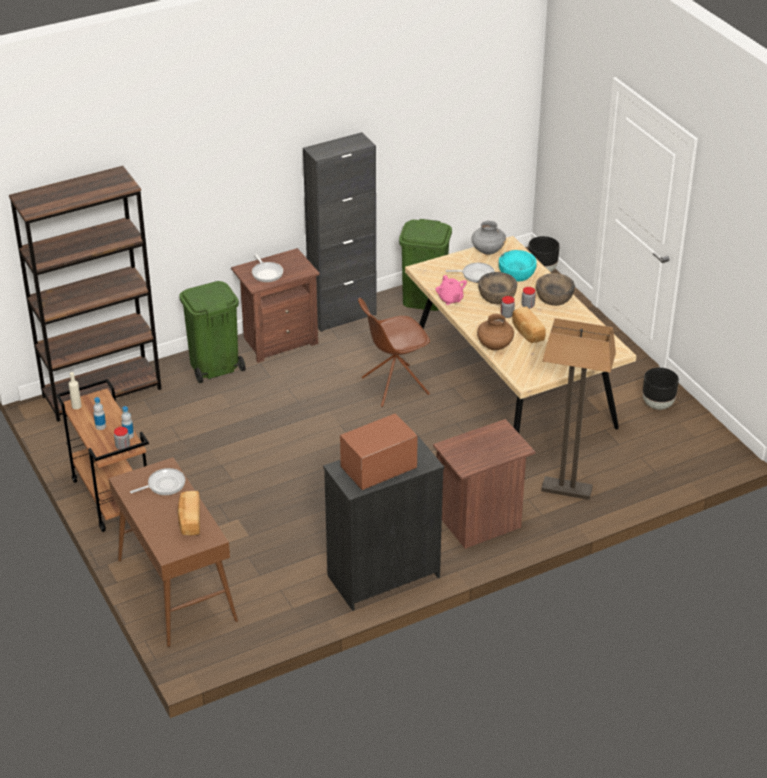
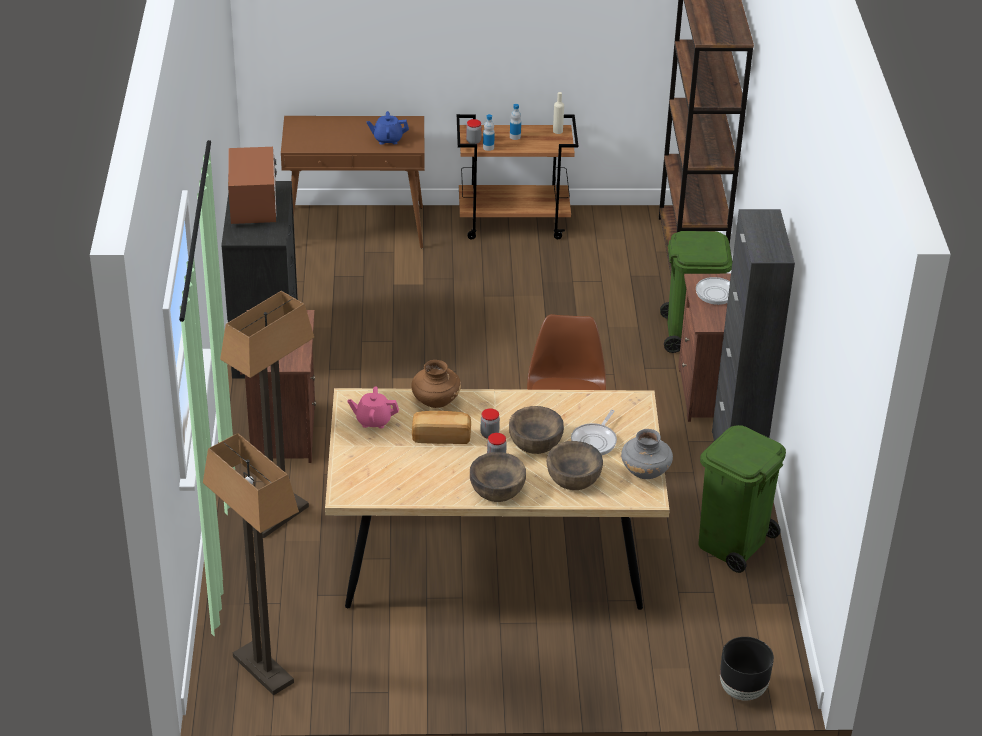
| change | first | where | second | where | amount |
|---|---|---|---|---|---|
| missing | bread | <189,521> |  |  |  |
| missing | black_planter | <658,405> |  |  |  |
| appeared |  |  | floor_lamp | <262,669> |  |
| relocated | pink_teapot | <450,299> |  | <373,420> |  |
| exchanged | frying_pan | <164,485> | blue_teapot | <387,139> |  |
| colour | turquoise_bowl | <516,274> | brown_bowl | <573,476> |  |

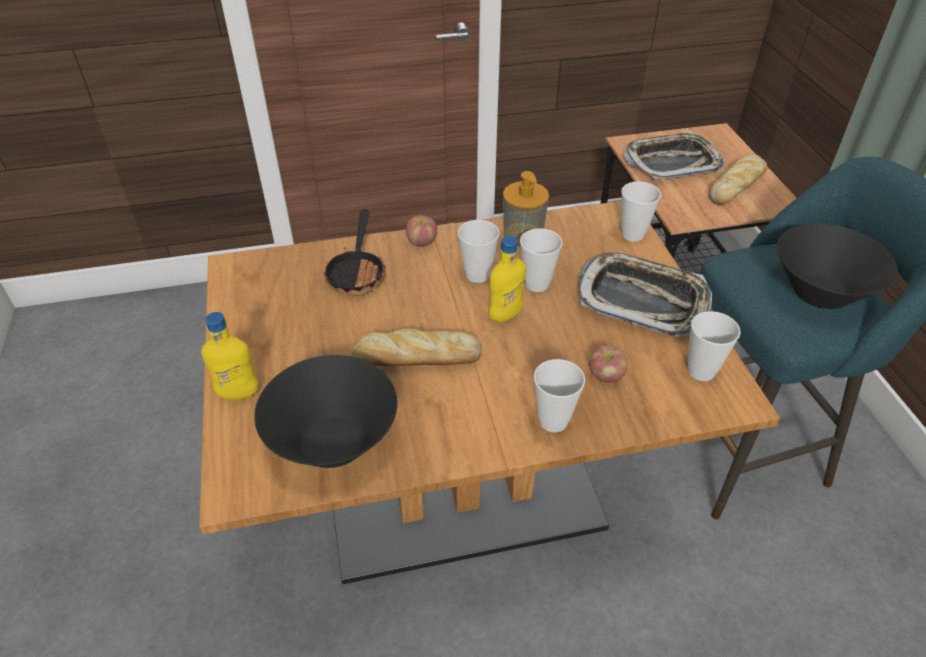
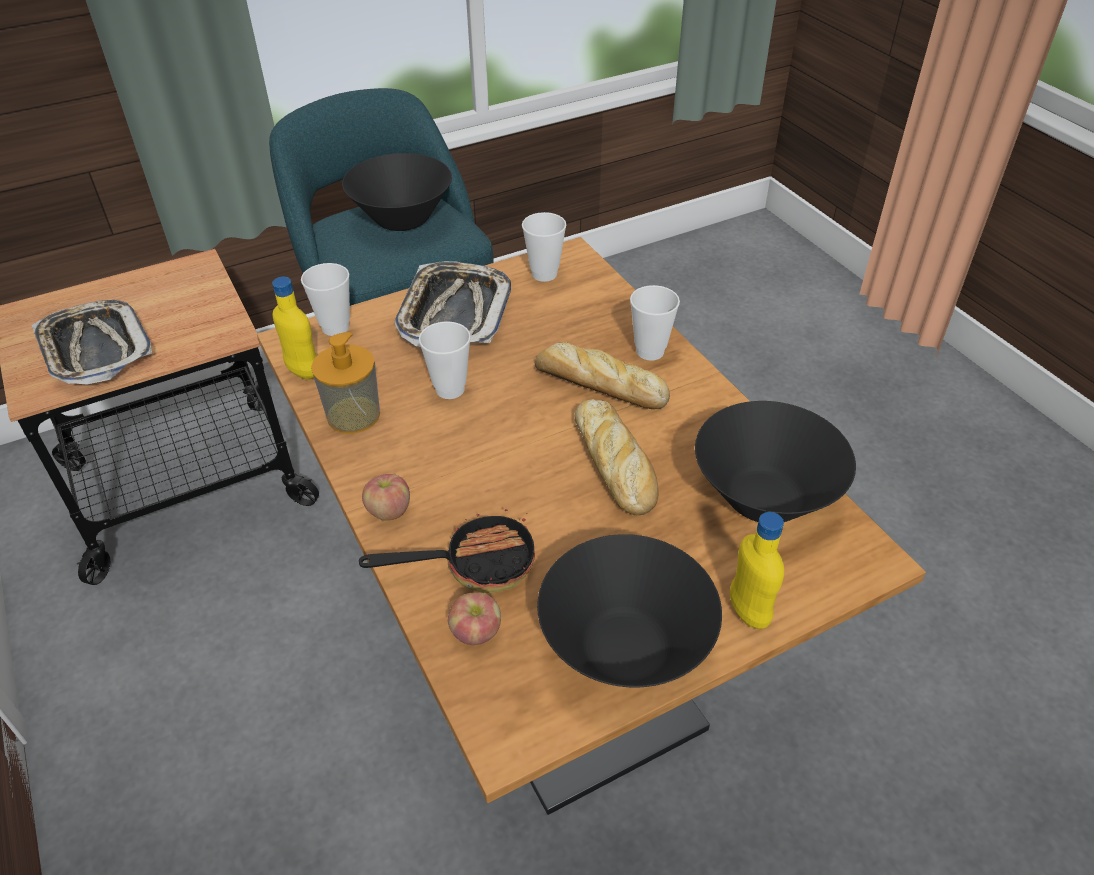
| change | first | where | second | where | amount |
|---|---|---|---|---|---|
| missing | cup | <477,275> |  |  |  |
| appeared |  |  | black_bowl | <625,648> |  |
| relocated | yellow_bottle | <505,315> |  | <303,371> |  |
| relocated | apple | <606,376> |  | <476,632> |  |
| relocated | bread | <737,185> |  | <597,385> |  |

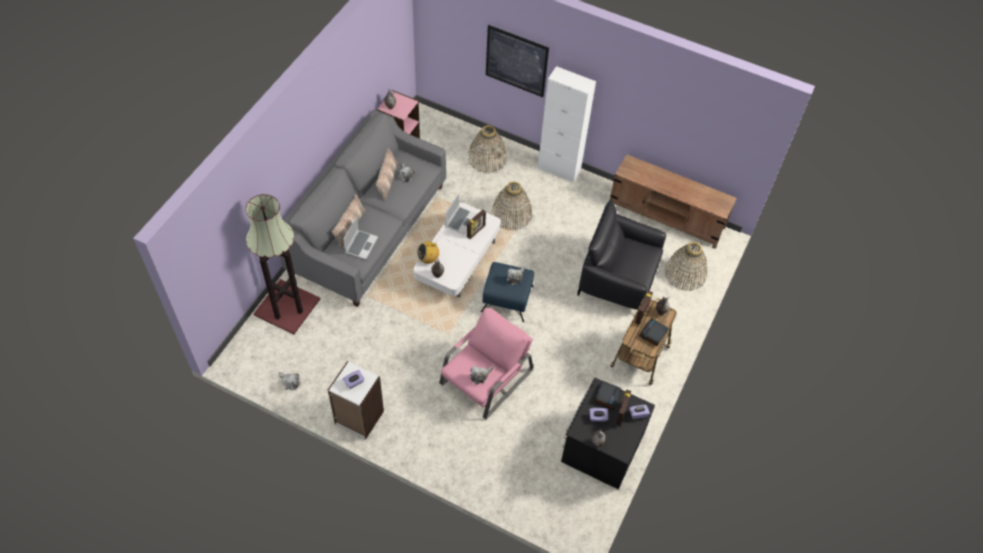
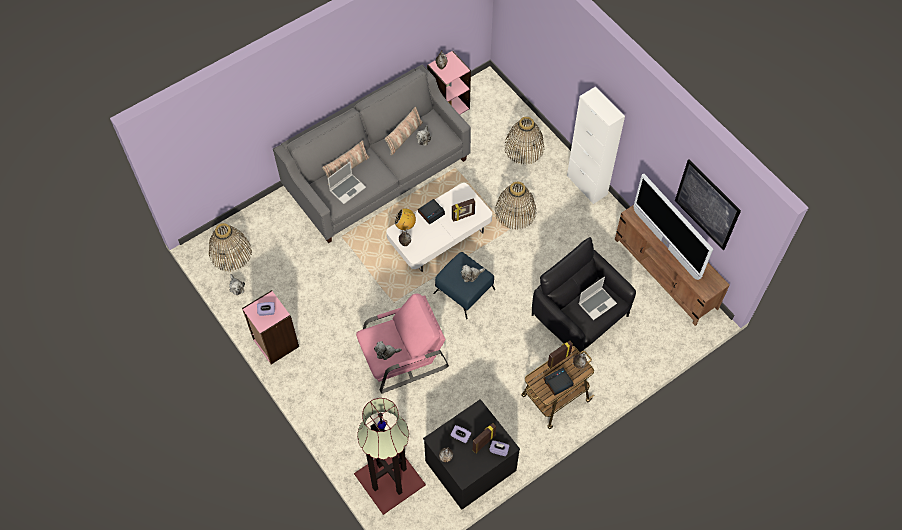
| change | first | where | second | where | amount |
|---|---|---|---|---|---|
| appeared |  |  | television | <665,244> |  |
| relocated | floor_lamp | <287,306> |  | <390,478> |  |
| relocated | laptop | <461,220> |  | <597,303> |  |
| relocated | picture | <516,61> |  | <707,204> |  |
| relocated | alarm_clock | <607,396> |  | <431,213> |  |
| relocated | basket | <685,273> |  | <230,253> |  |
| colour | white_bookcase | <359,418> | pink_bookcase | <275,343> |  |

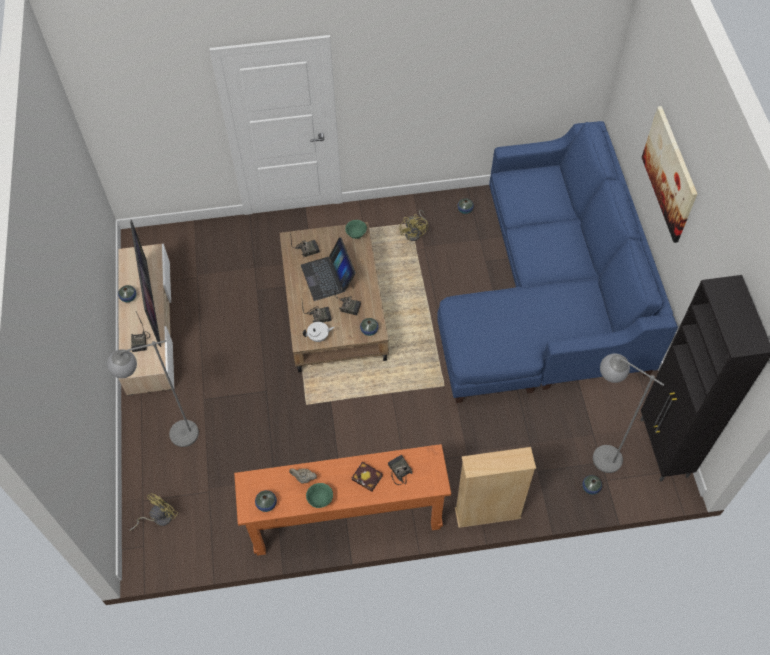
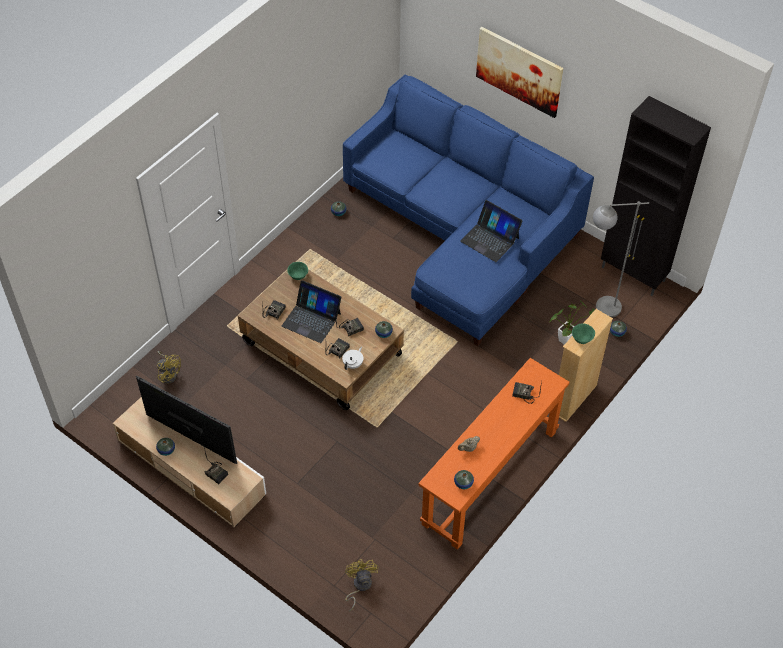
| change | first | where | second | where | amount |
|---|---|---|---|---|---|
| missing | grey_floor_lamp | <173,436> |  |  |  |
| missing | book | <368,478> |  |  |  |
| appeared |  |  | laptop | <490,239> |  |
| appeared |  |  | potted_plant | <567,339> |  |
| relocated | green_bowl | <320,500> |  | <582,339> |  |
| relocated | yellow_fan | <415,233> |  | <169,373> |  |

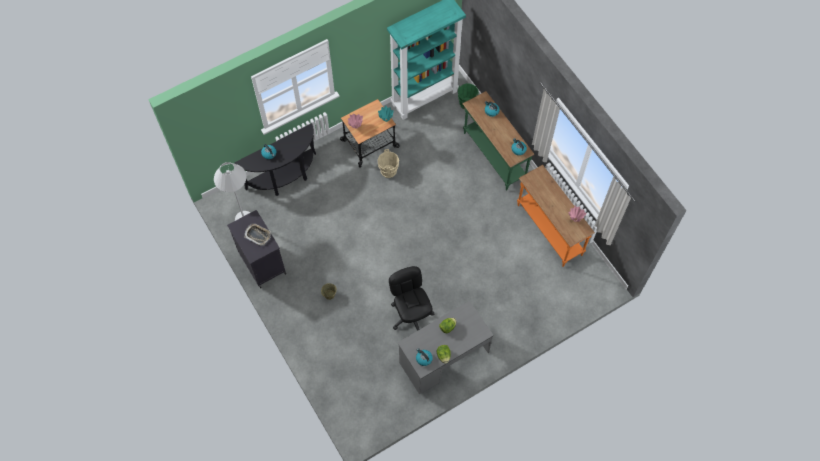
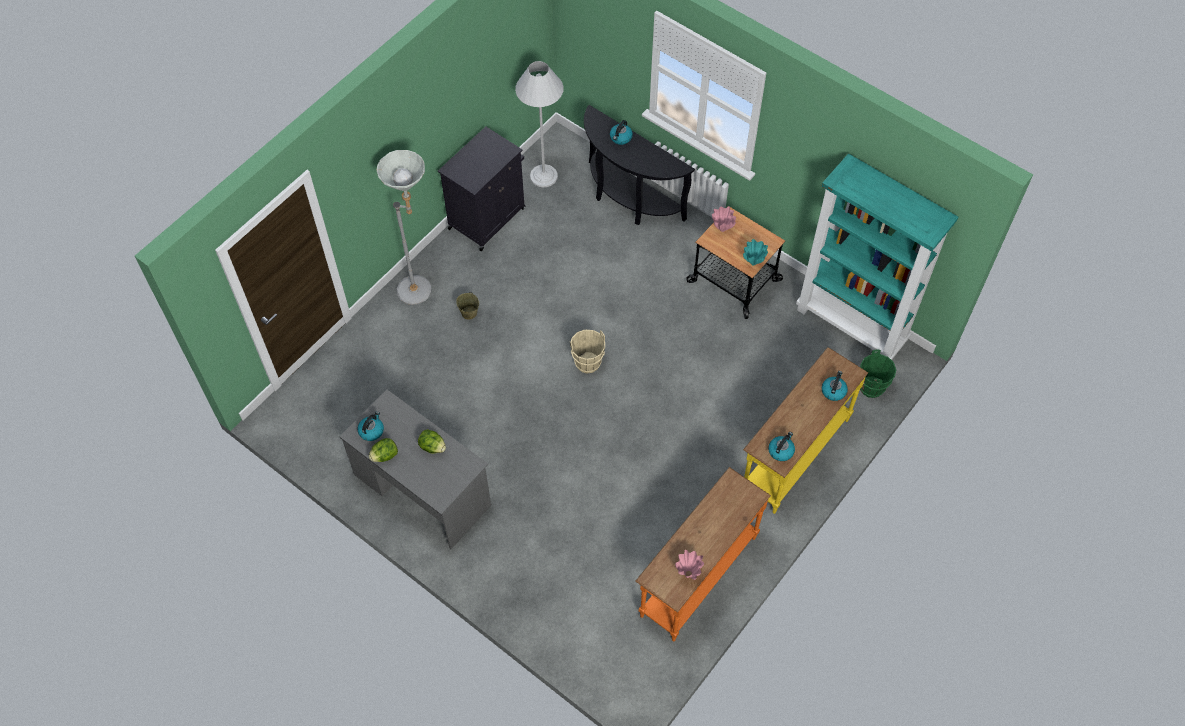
| change | first | where | second | where | amount |
|---|---|---|---|---|---|
| missing | tray | <258,235> |  |  |  |
| missing | black_office_chair | <411,315> |  |  |  |
| appeared |  |  | grey_floor_lamp | <422,291> |  |
| relocated | beige_bucket | <388,171> |  | <588,363> |  |
| colour | green_console_table | <493,156> | yellow_console_table | <794,454> |  |

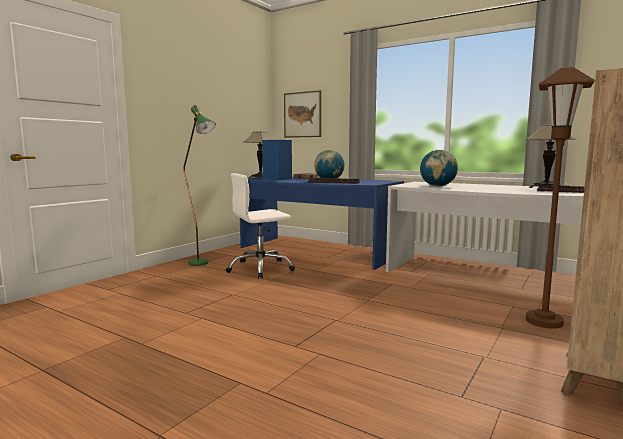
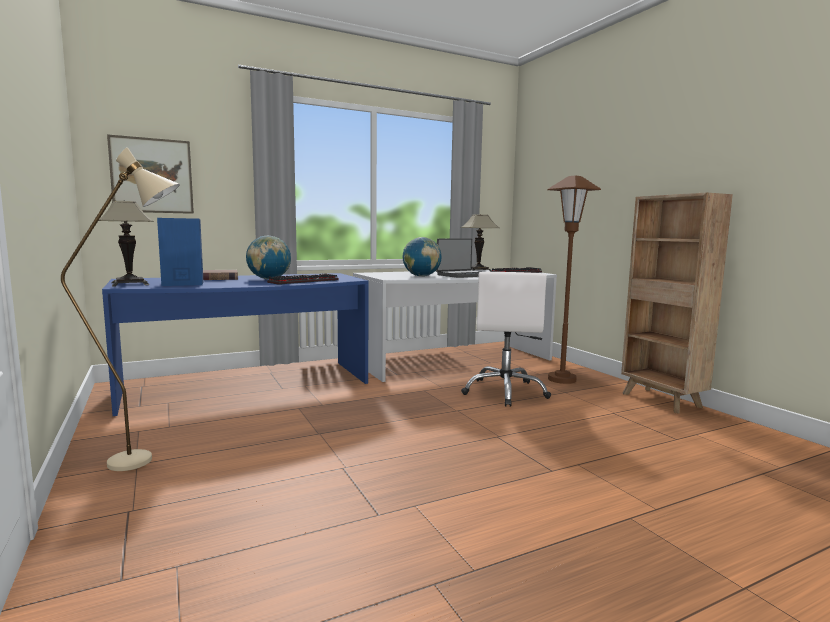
| change | first | where | second | where | amount |
|---|---|---|---|---|---|
| appeared |  |  | laptop | <463,275> |  |
| relocated | white_office_chair | <260,268> |  | <505,392> |  |
| colour | green_floor_lamp | <202,264> | beige_floor_lamp | <147,460> |  |

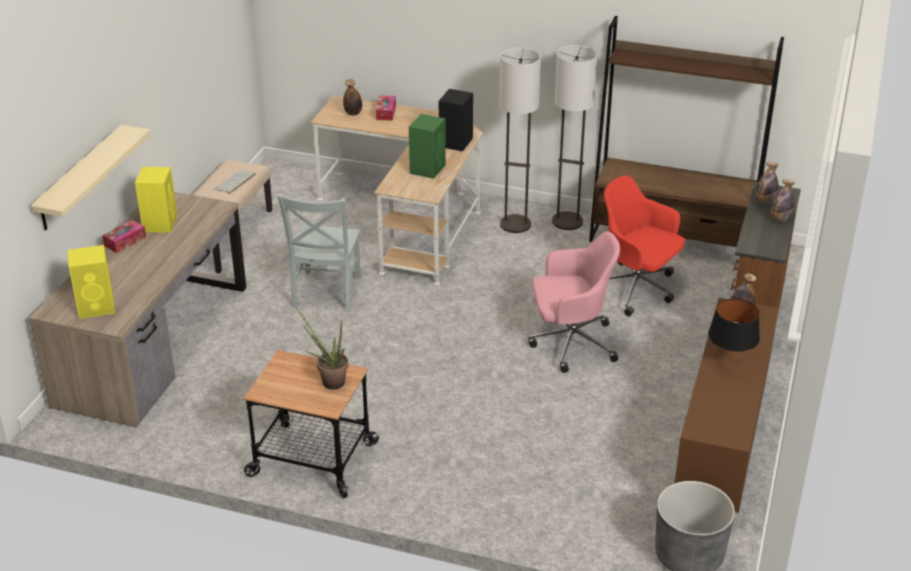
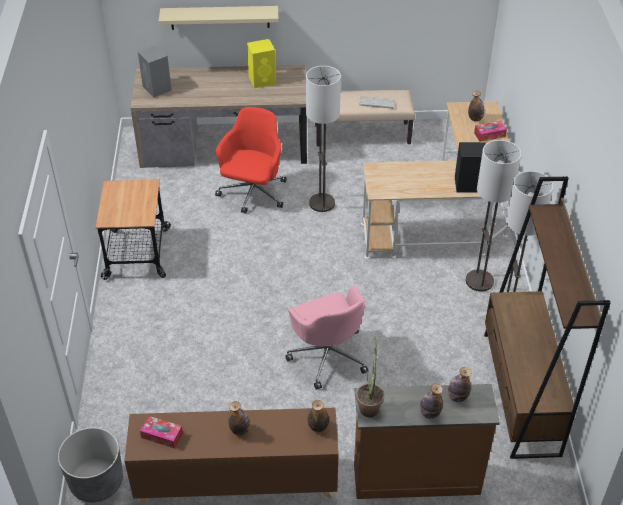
| change | first | where | second | where | amount |
|---|---|---|---|---|---|
| missing | green_speaker | <428,168> |  |  |  |
| relocated | tissue_box | <125,241> |  | <162,435> |  |
| relocated | potted_plant | <329,381> |  | <369,405> |  |
| relocated | red_office_chair | <636,289> |  | <253,194> |  |
| exchanged | grey_chair | <325,293> | floor_lamp | <321,203> |  |
| exchanged | black_table_lamp | <730,362> | bottle | <240,430> |  |
| colour | yellow_speaker | <97,307> | grey_speaker | <157,88> |  |

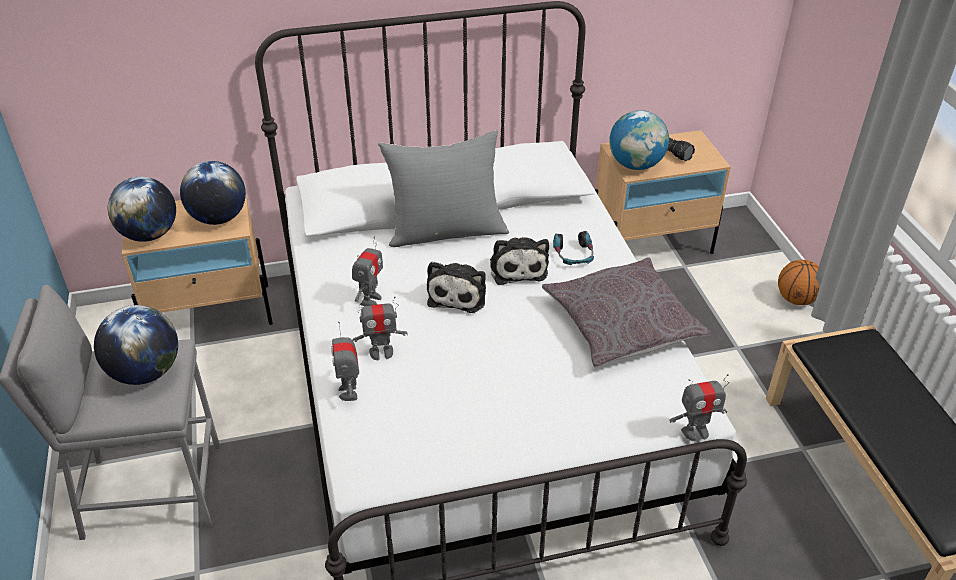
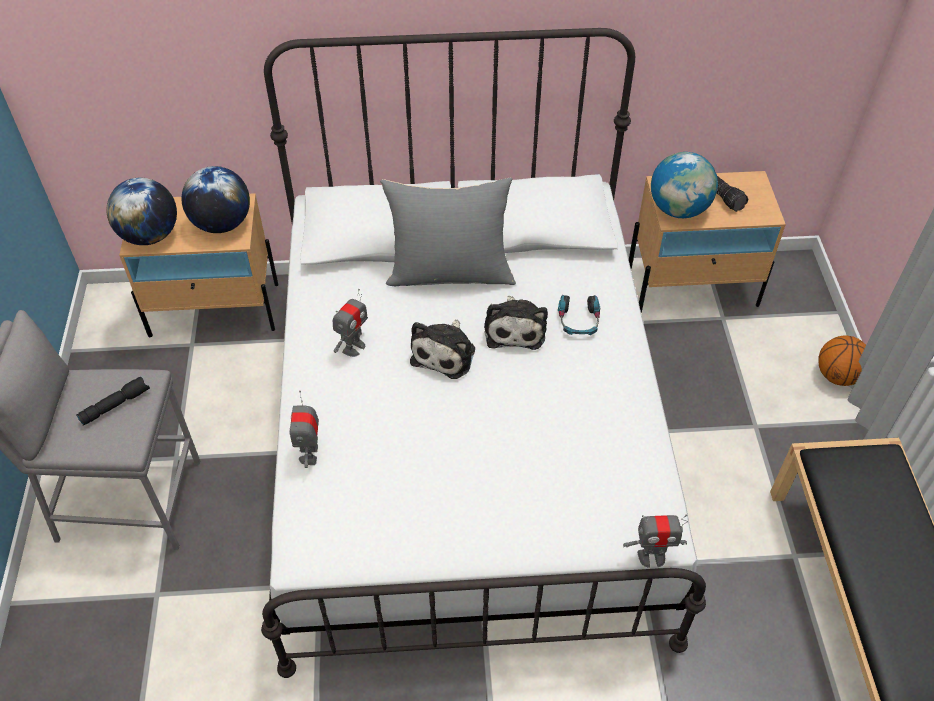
| change | first | where | second | where | amount |
|---|---|---|---|---|---|
| missing | toy_robot | <381,352> |  |  |  |
| missing | grey_pillow | <621,323> |  |  |  |
| exchanged | globe | <145,372> | black_flashlight | <115,404> |  |

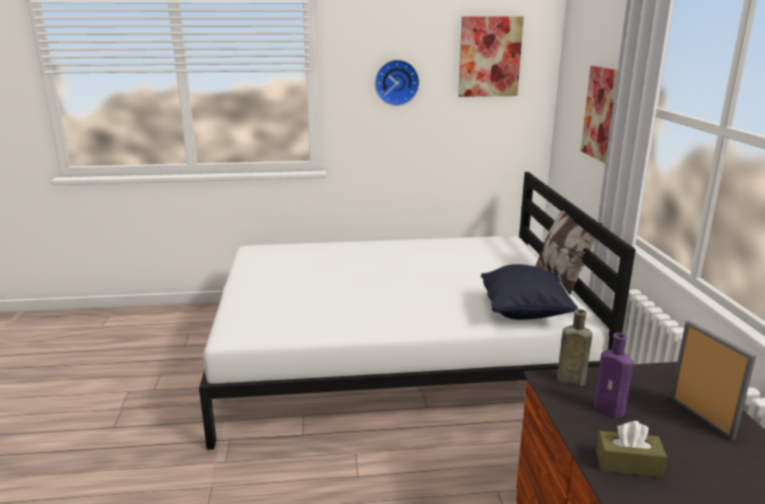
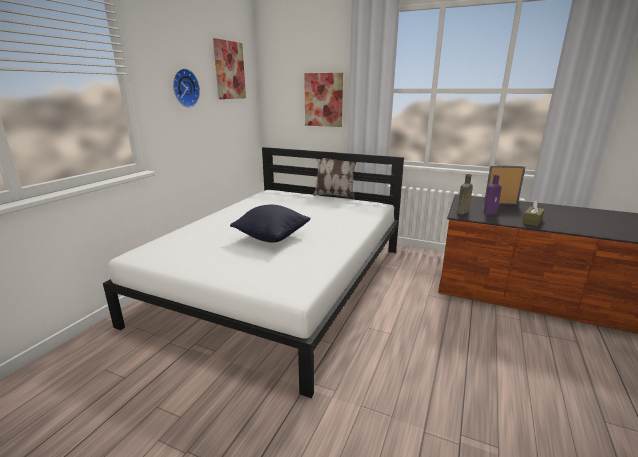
| change | first | where | second | where | amount |
|---|---|---|---|---|---|
| relocated | black_pillow | <524,312> |  | <272,237> |  |

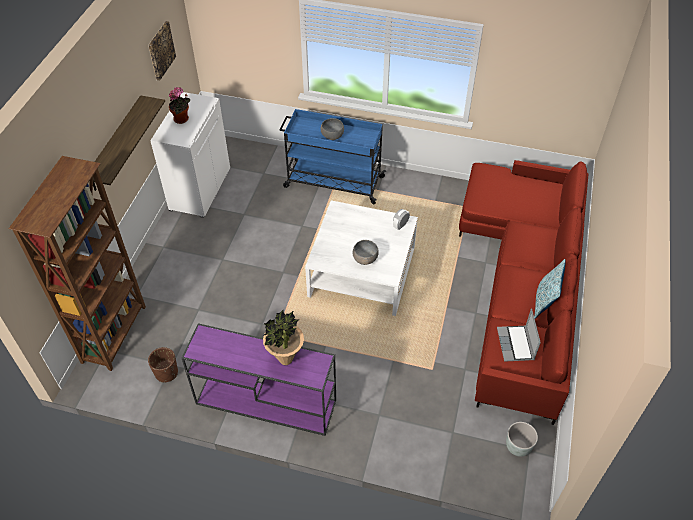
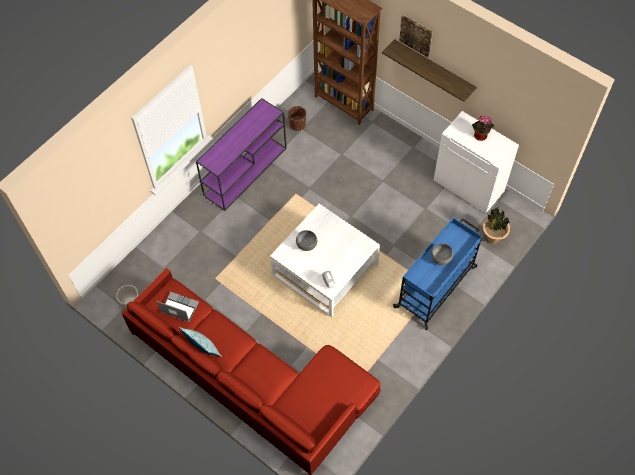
| change | first | where | second | where | amount |
|---|---|---|---|---|---|
| relocated | picture | <160,50> |  | <416,35> |  |
| relocated | potted_plant | <285,360> |  | <492,240> |  |

